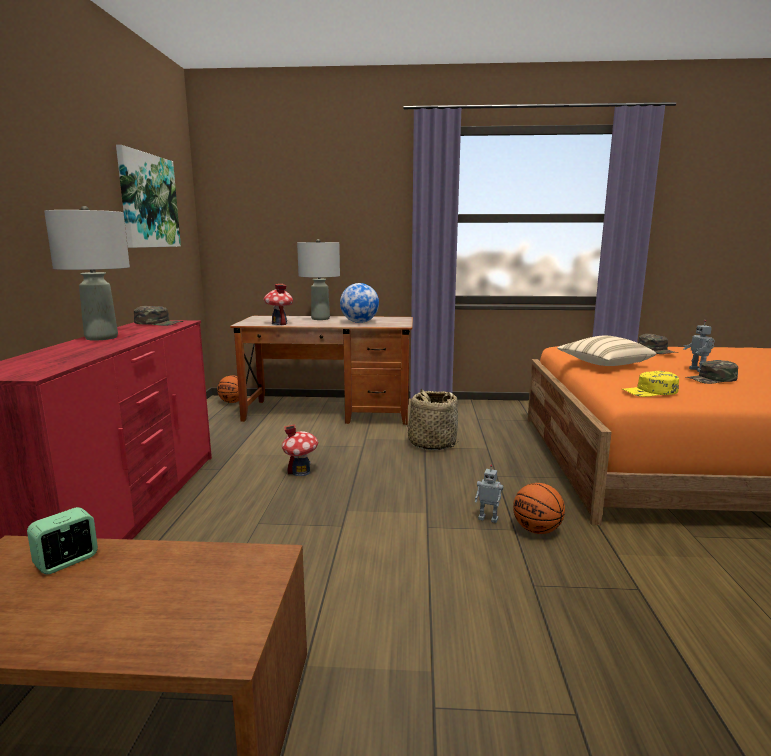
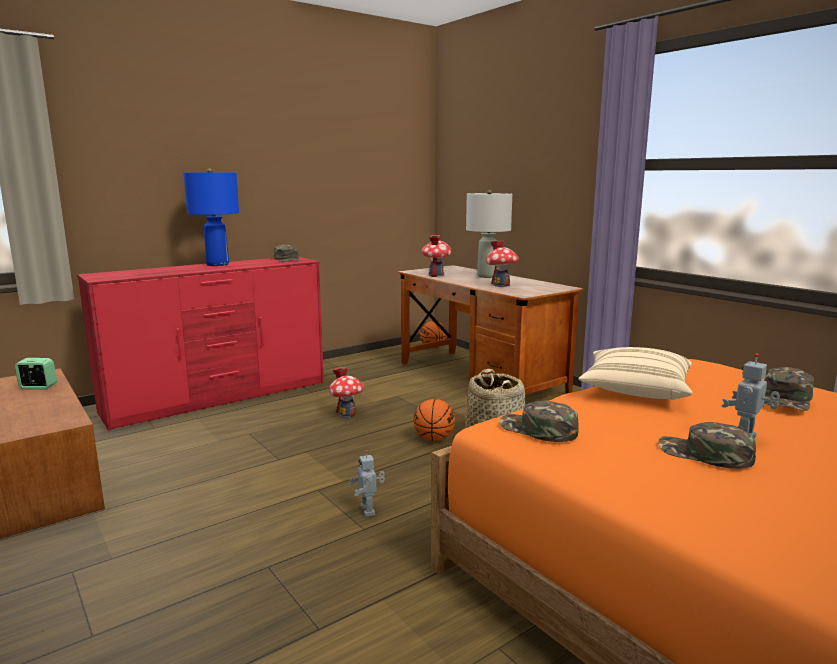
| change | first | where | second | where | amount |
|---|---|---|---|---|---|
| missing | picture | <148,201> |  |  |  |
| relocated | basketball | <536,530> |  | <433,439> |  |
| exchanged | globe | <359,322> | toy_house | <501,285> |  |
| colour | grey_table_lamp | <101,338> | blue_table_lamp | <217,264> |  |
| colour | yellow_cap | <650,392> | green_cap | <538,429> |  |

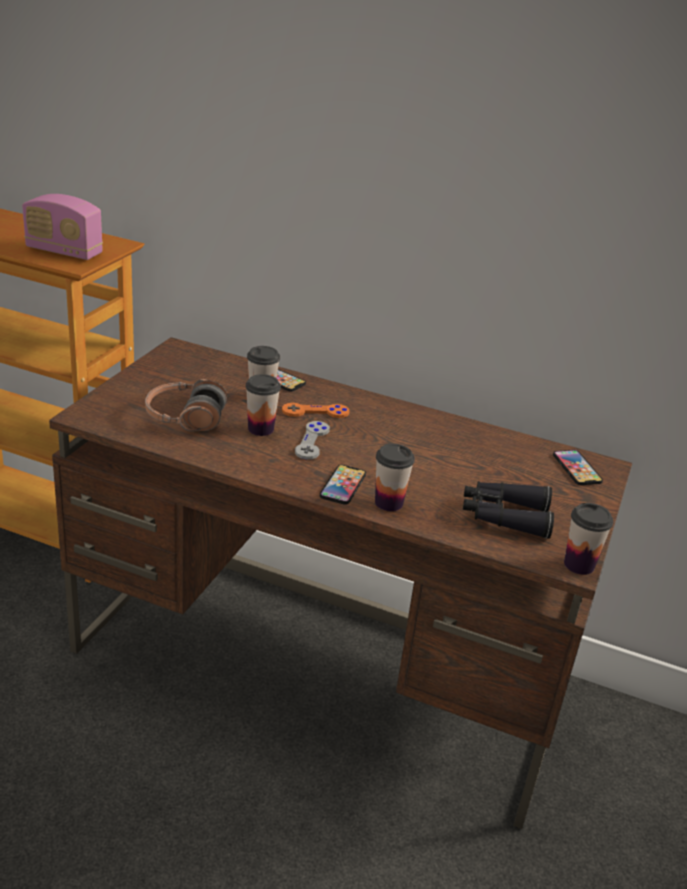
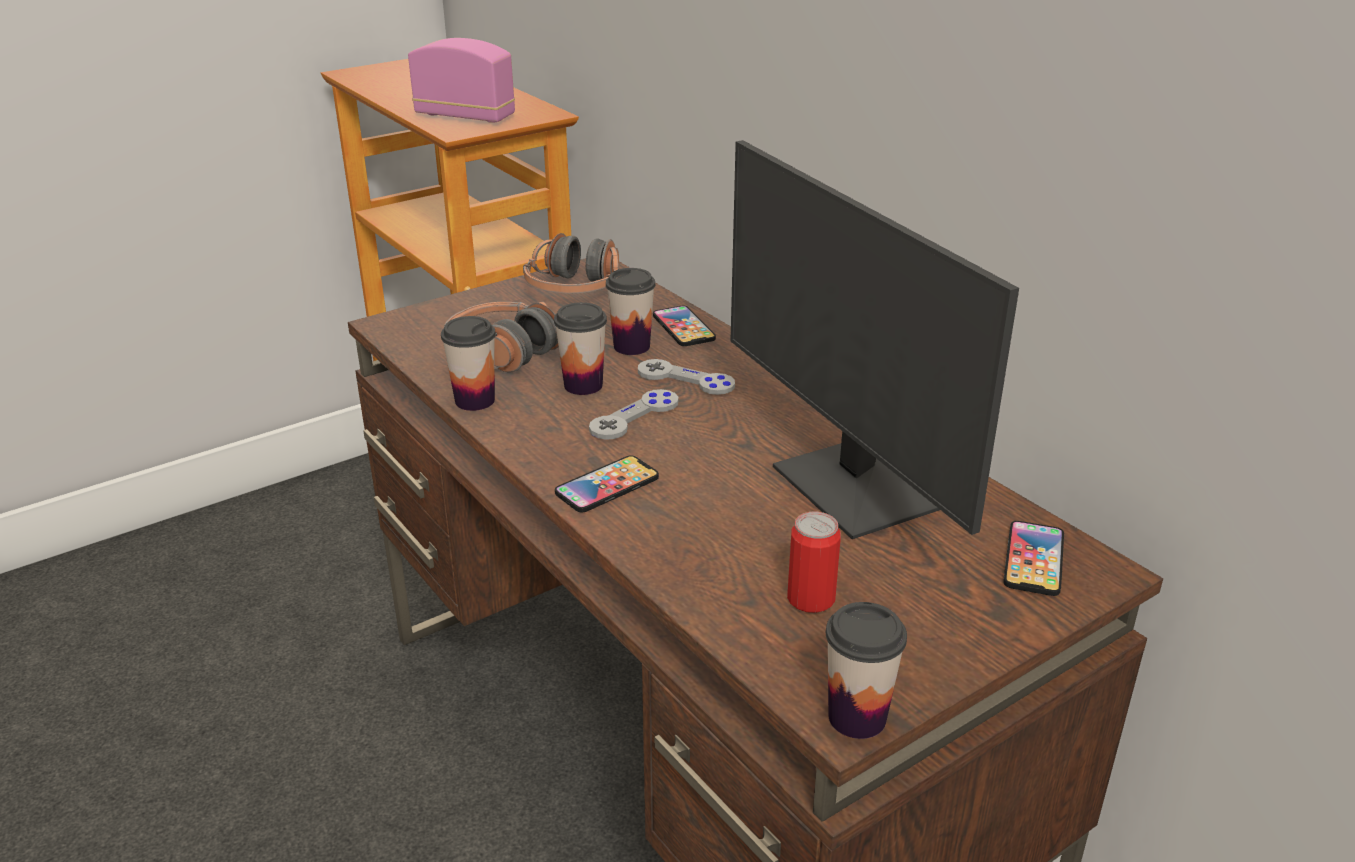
| change | first | where | second | where | amount |
|---|---|---|---|---|---|
| appeared |  |  | headphones | <574,288> |  |
| appeared |  |  | monitor | <854,488> |  |
| relocated | cup | <388,503> |  | <475,400> |  |
| exchanged | black_binoculars | <504,516> | can | <810,599> |  |
| colour | orange_game_controller | <315,412> | grey_game_controller | <685,379> |  |
| spun | radio | <64,252> |  | <465,116> | 150 degrees clockwise |

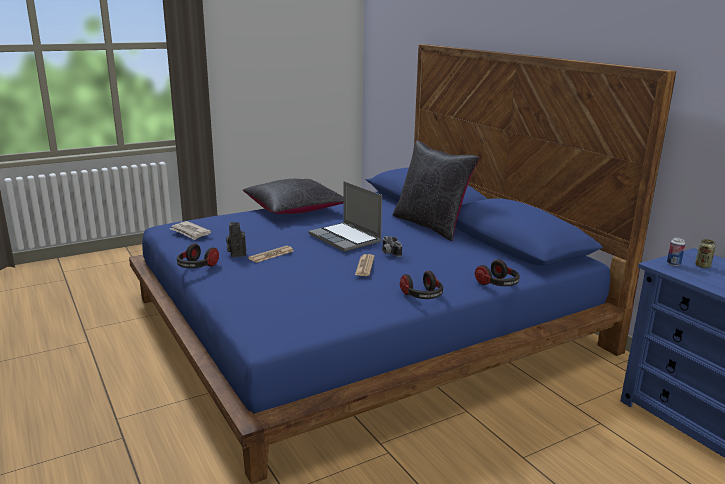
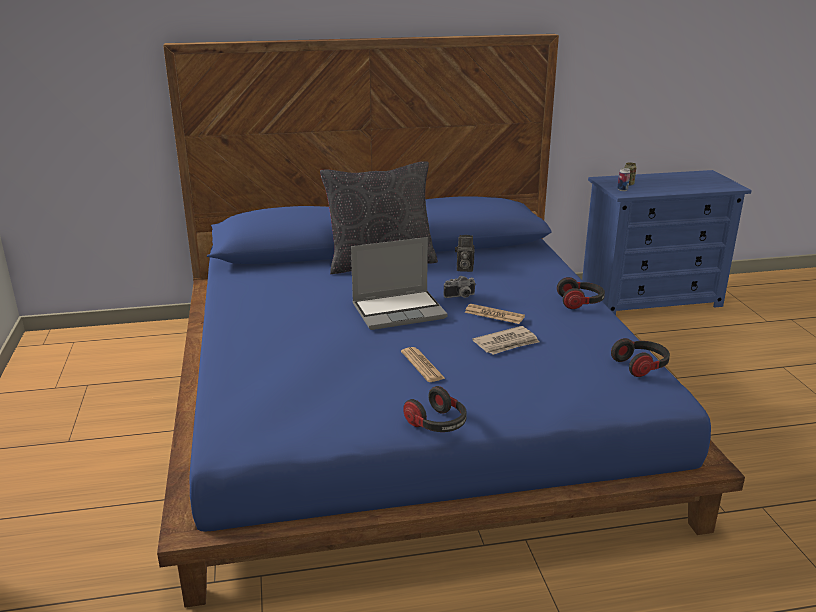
| change | first | where | second | where | amount |
|---|---|---|---|---|---|
| missing | black_pillow | <294,209> |  |  |  |
| relocated | newspaper | <190,232> |  | <507,343> |  |
| relocated | photo_camera | <236,253> |  | <463,269> |  |
| relocated | headphones | <498,284> |  | <641,366> |  |

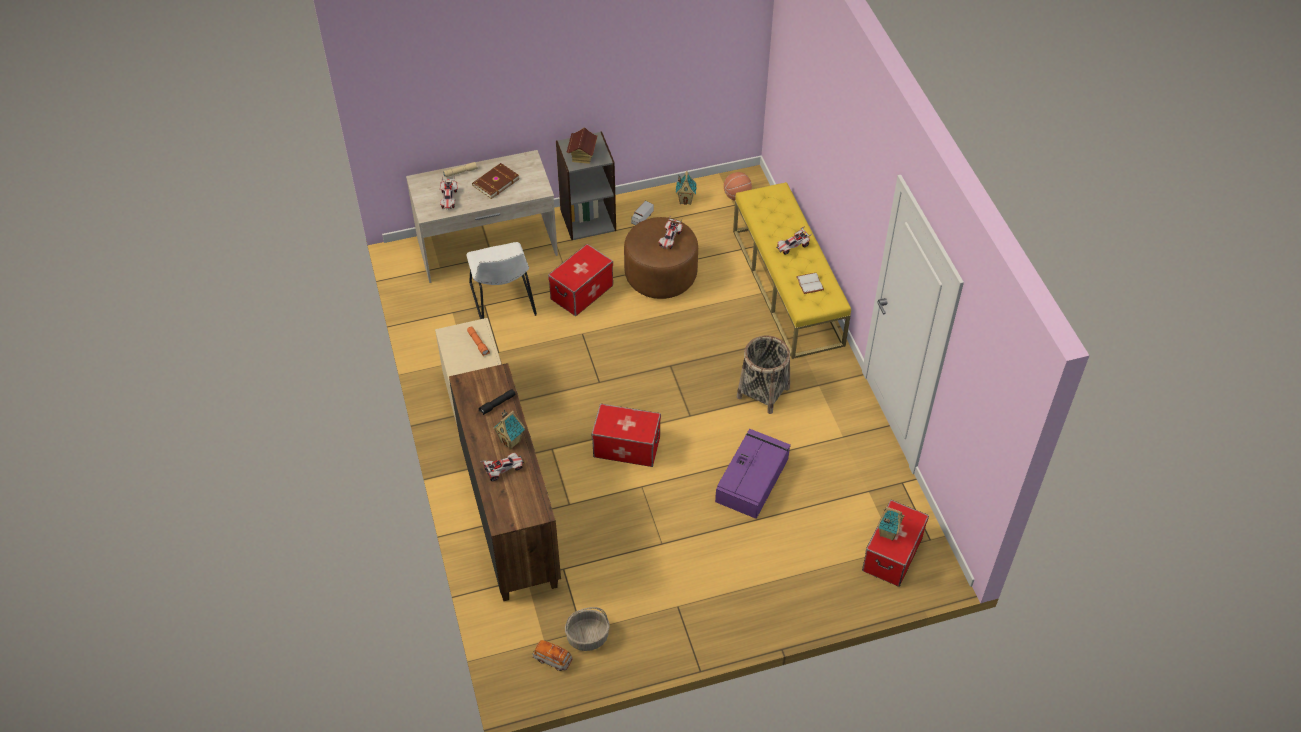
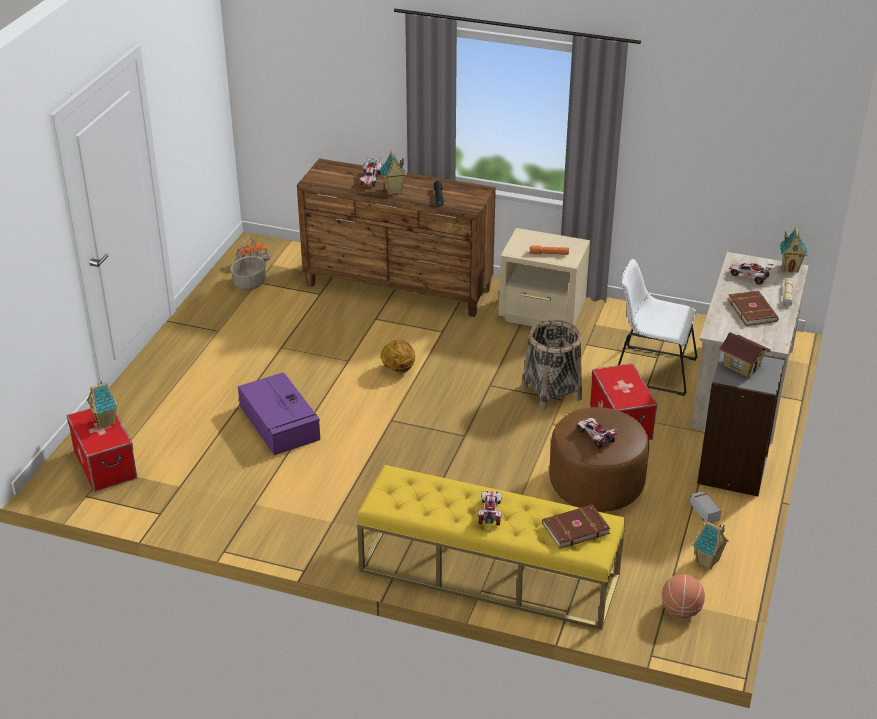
| change | first | where | second | where | amount |
|---|---|---|---|---|---|
| missing | white_book | <810,284> |  |  |  |
| appeared |  |  | brown_book | <574,528> |  |
| appeared |  |  | toy_house | <790,268> |  |
| relocated | basket | <763,392> |  | <551,392> |  |
| exchanged | storage_box | <626,447> | basketball | <398,369> |  |

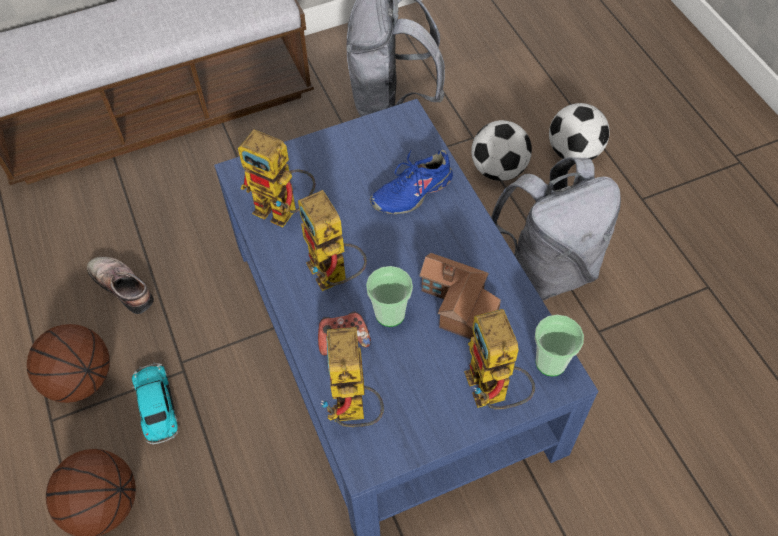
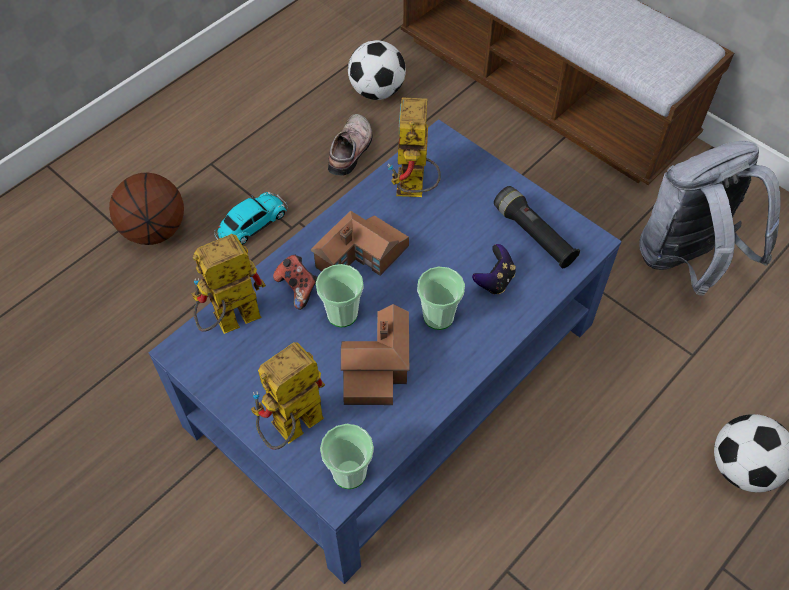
| change | first | where | second | where | amount |
|---|---|---|---|---|---|
| missing | basketball | <80,379> |  |  |  |
| missing | grey_backpack | <546,270> |  |  |  |
| appeared |  |  | cup | <438,316> |  |
| appeared |  |  | black_flashlight | <534,235> |  |
| relocated | football | <498,170> |  | <377,91> |  |
| exchanged | toy_robot | <334,277> | toy_house | <361,256> |  |
| exchanged | blue_shoe | <412,192> | game_controller | <494,280> |  |

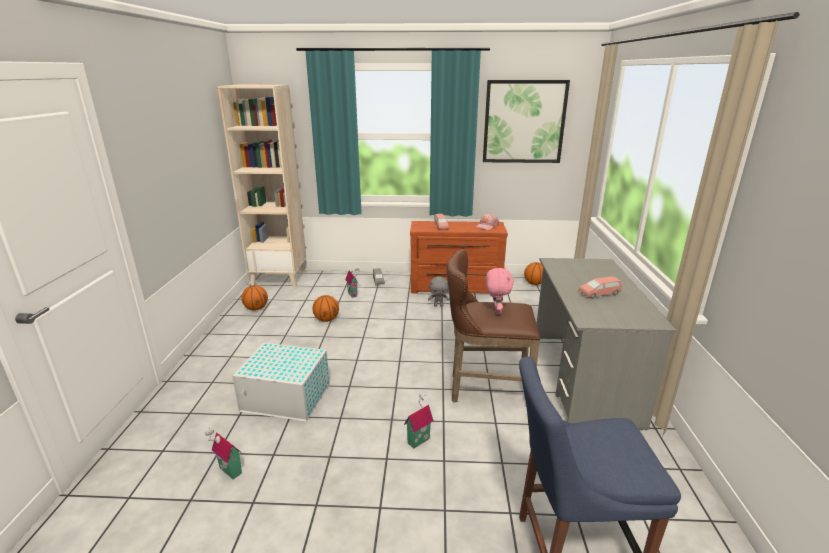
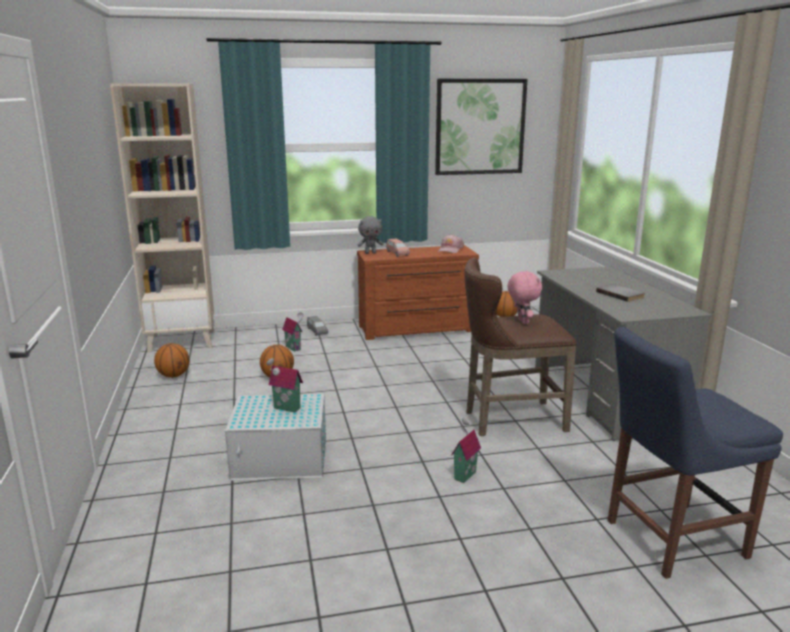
| change | first | where | second | where | amount |
|---|---|---|---|---|---|
| relocated | toy_house | <229,471> |  | <286,408> |  |
| relocated | grey_plush_toy | <438,305> |  | <370,253> |  |
| exchanged | pink_toy_car | <599,294> | grey_book | <621,294> |  |

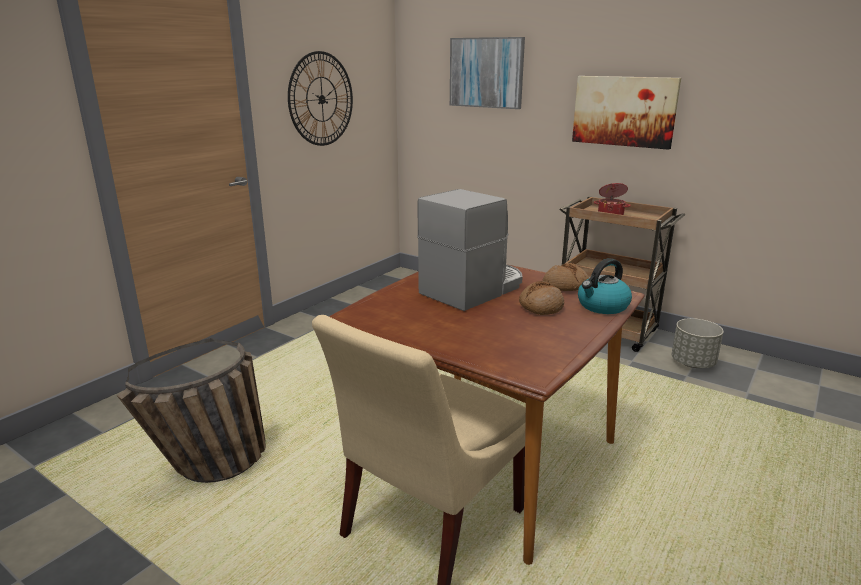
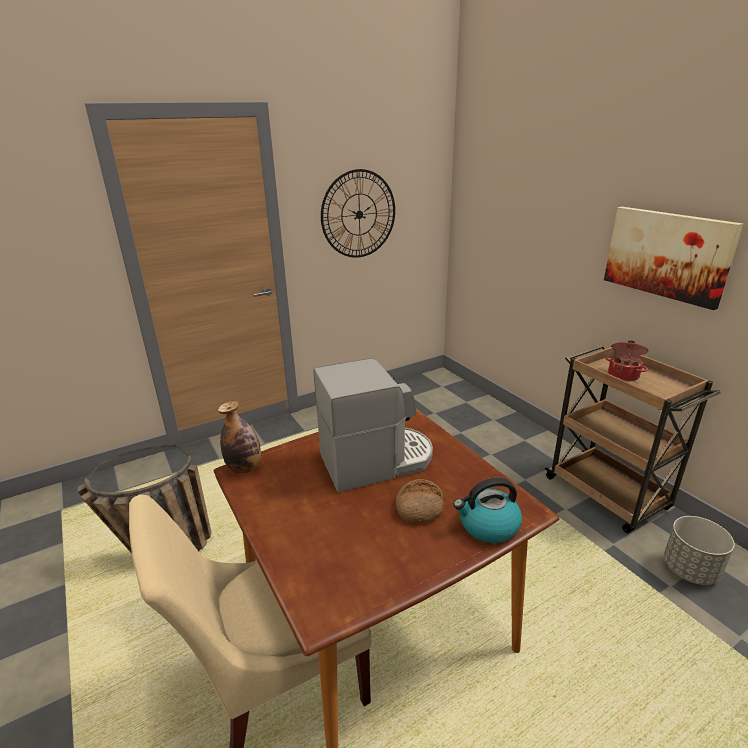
| change | first | where | second | where | amount |
|---|---|---|---|---|---|
| missing | picture | <486,73> |  |  |  |
| missing | bread | <565,286> |  |  |  |
| appeared |  |  | bottle | <244,468> |  |

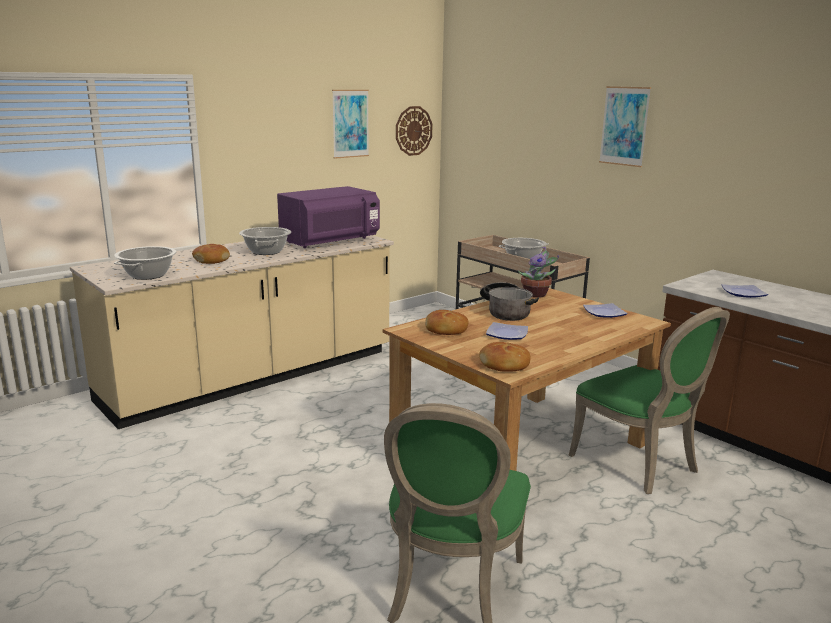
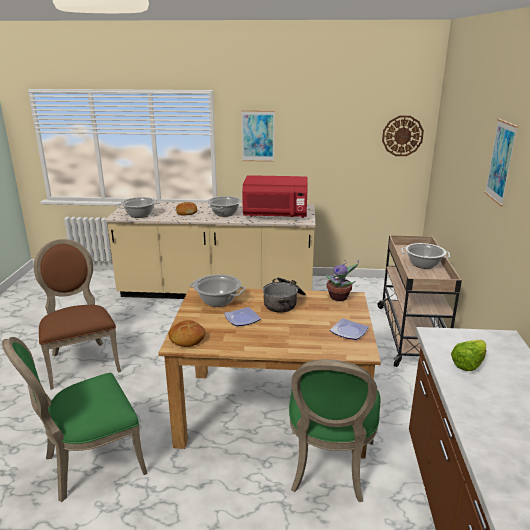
| change | first | where | second | where | amount |
|---|---|---|---|---|---|
| appeared |  |  | brown_chair | <81,362> |  |
| relocated | picture | <350,123> |  | <258,136> |  |
| exchanged | bread | <446,330> | cooking_pot | <217,301> |  |
| exchanged | plate | <743,293> | lettuce | <468,364> |  |
| colour | purple_microwave | <330,242> | red_microwave | <275,215> |  |

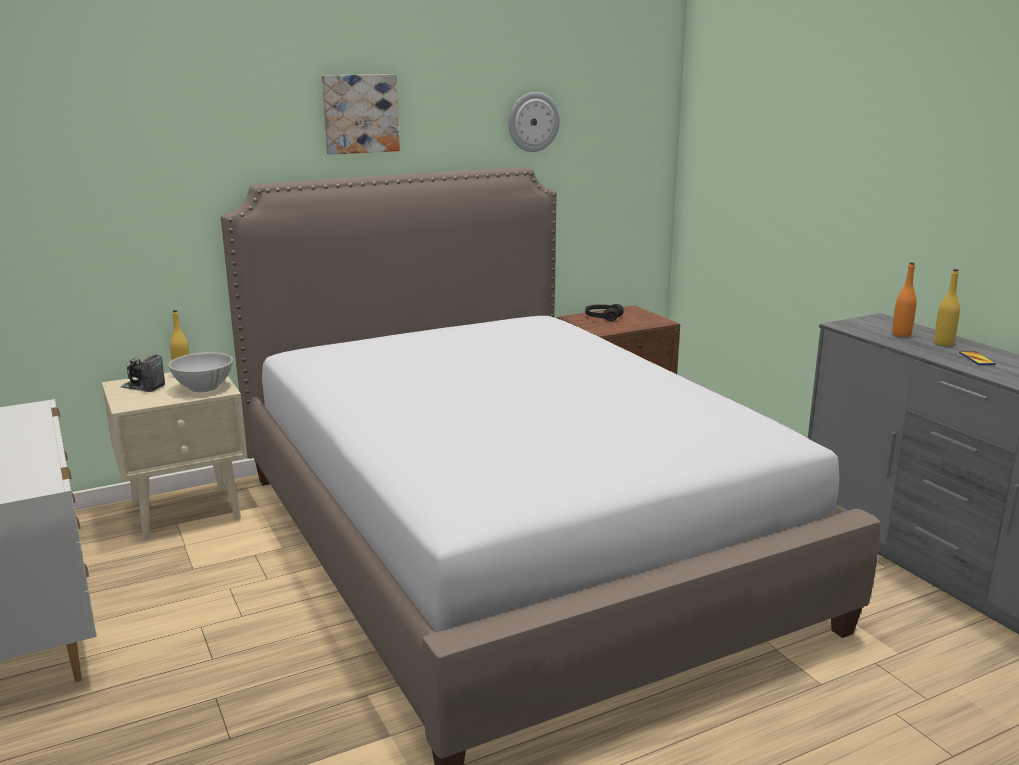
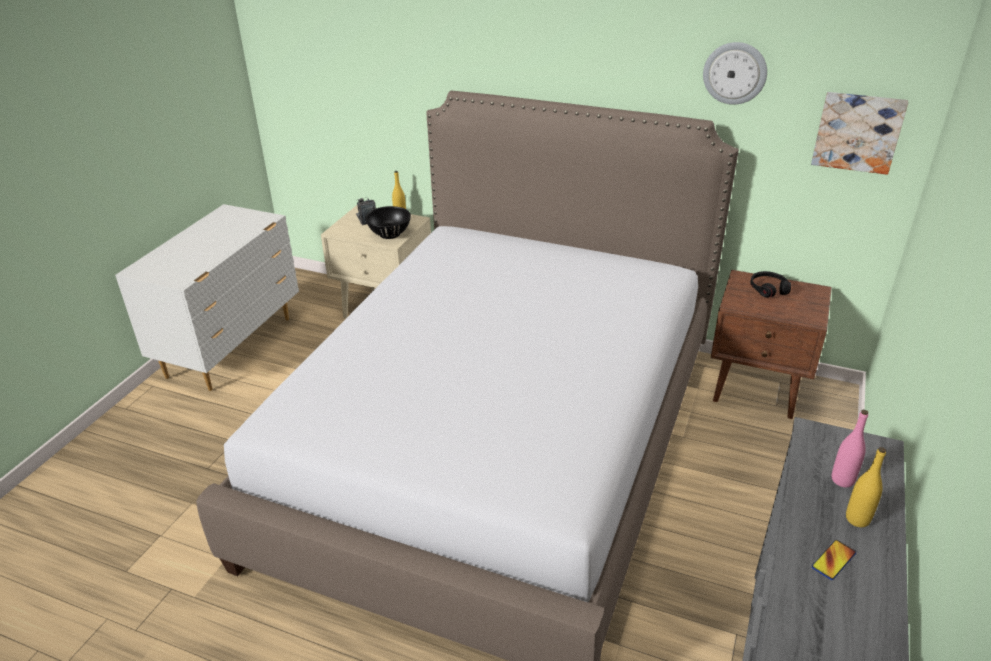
| change | first | where | second | where | amount |
|---|---|---|---|---|---|
| relocated | picture | <360,113> |  | <857,131> |  |
| colour | white_bowl | <203,387> | black_bowl | <389,234> |  |
| colour | orange_bottle | <901,334> | pink_bottle | <842,480> |  |

